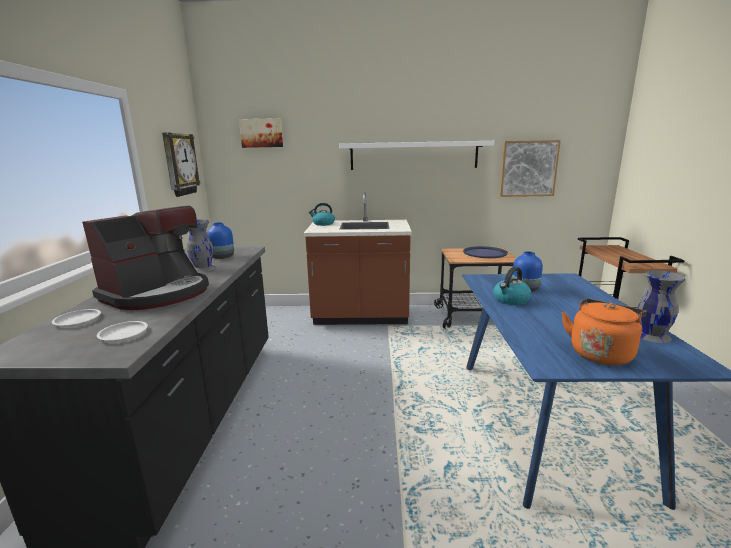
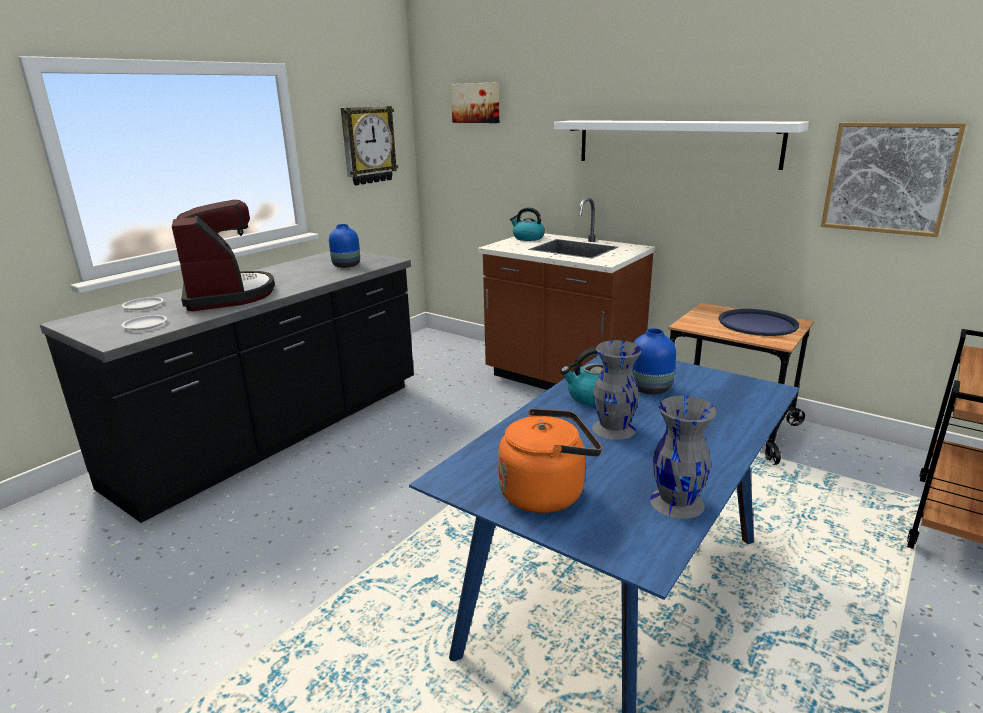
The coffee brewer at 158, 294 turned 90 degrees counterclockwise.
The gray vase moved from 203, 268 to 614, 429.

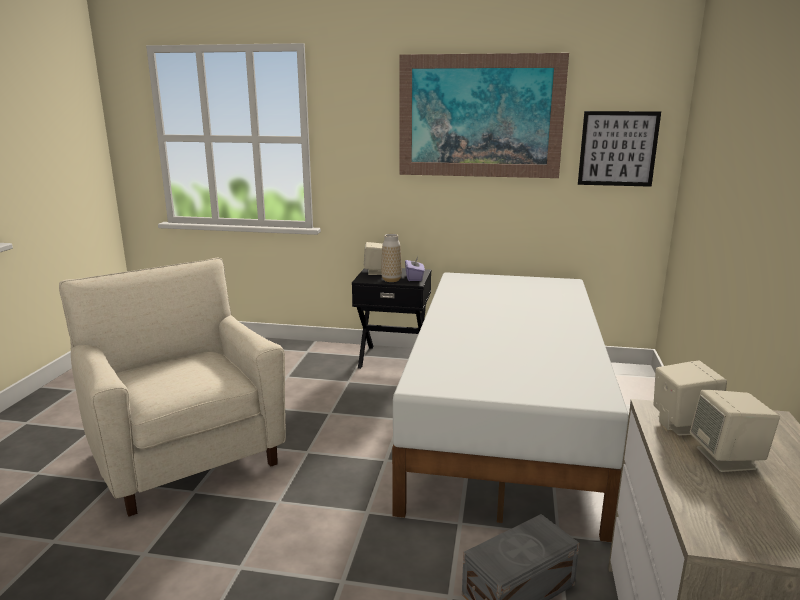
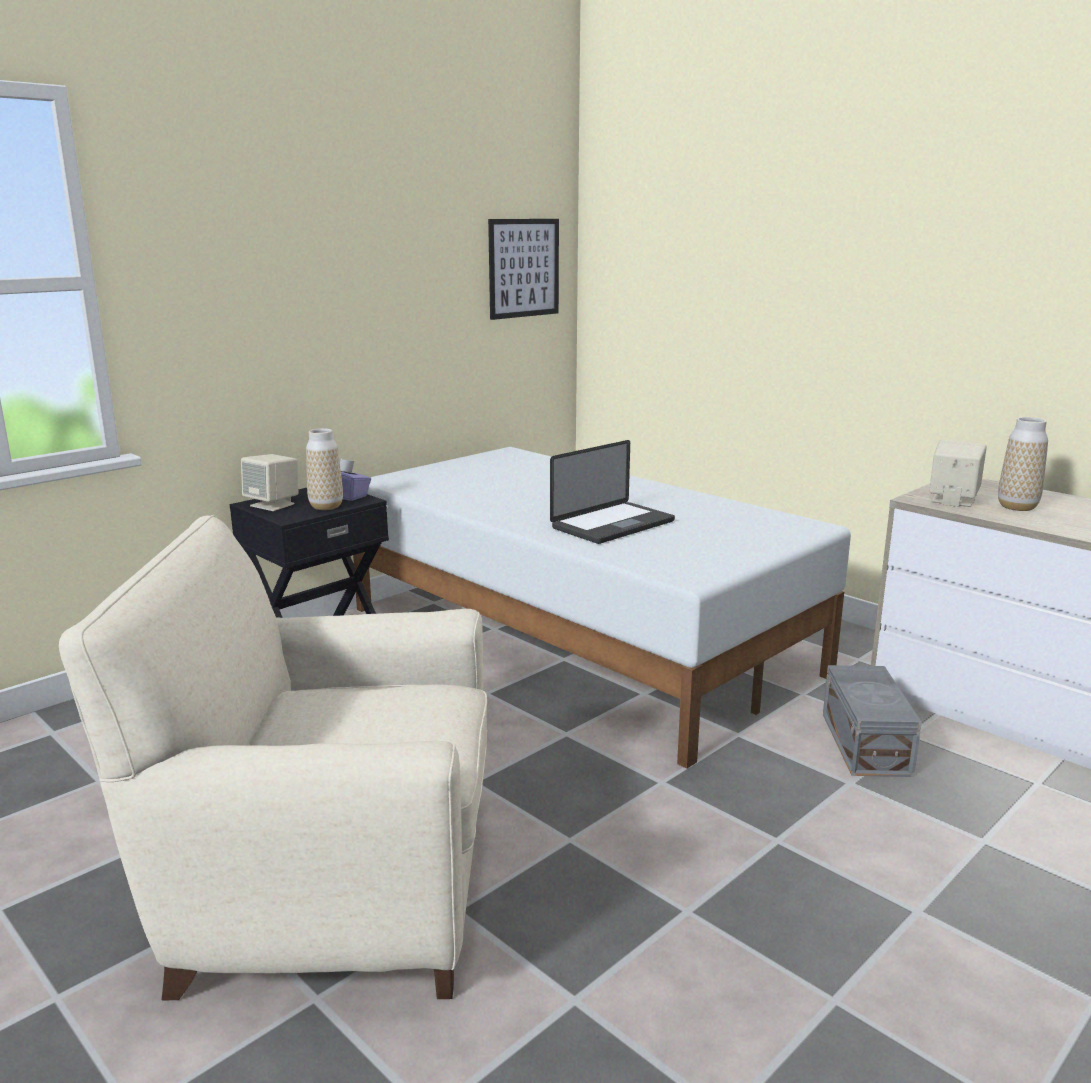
The notebook computer at 613, 525 appeared.
The beige-coloured speaker at 727, 458 was replaced by the vase at 1017, 507.
The wall picture at 480, 116 disappeared.

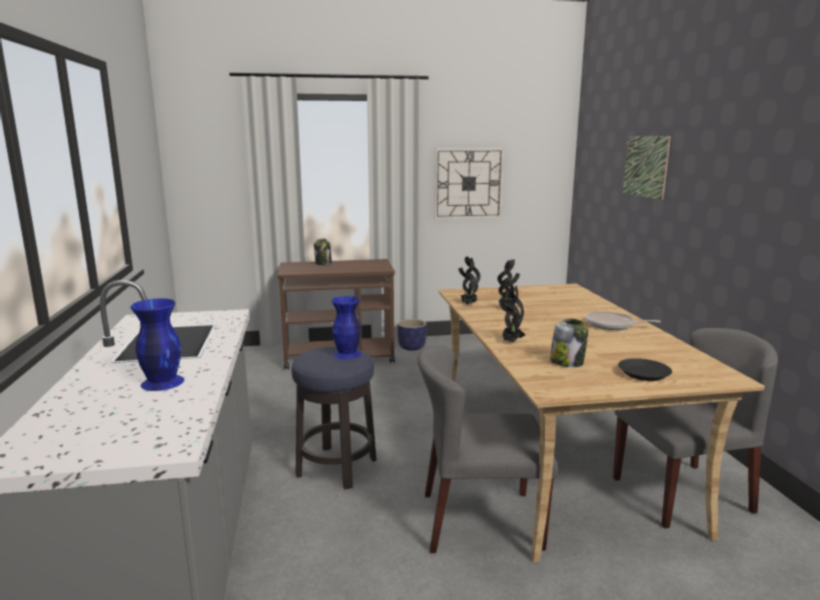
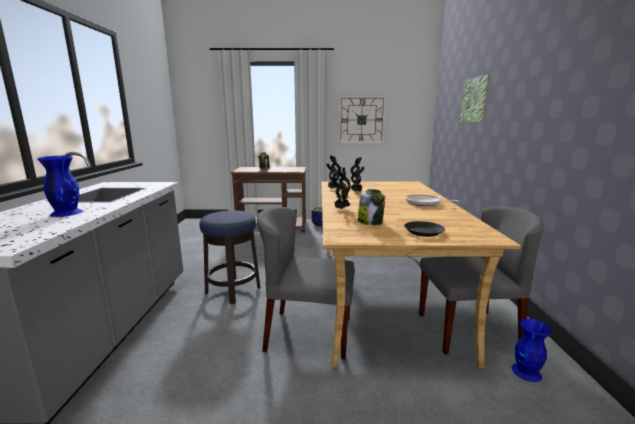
The blue-coloured vase moved from 347, 354 to 526, 372.

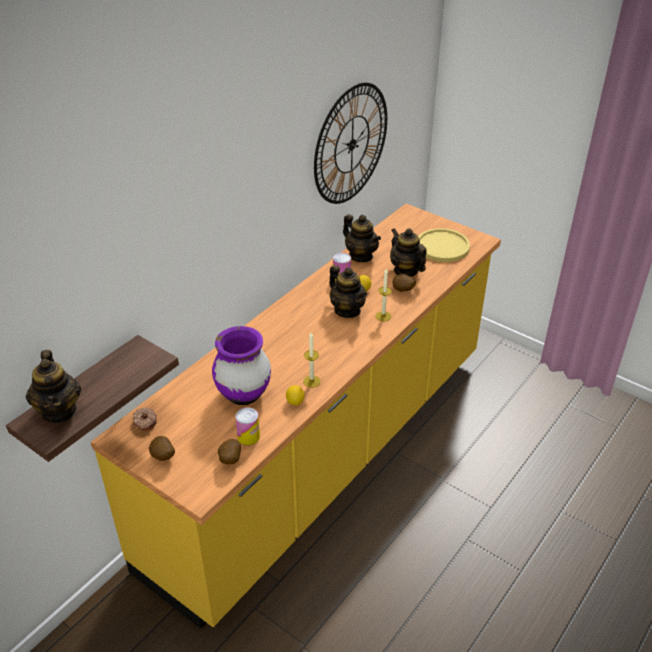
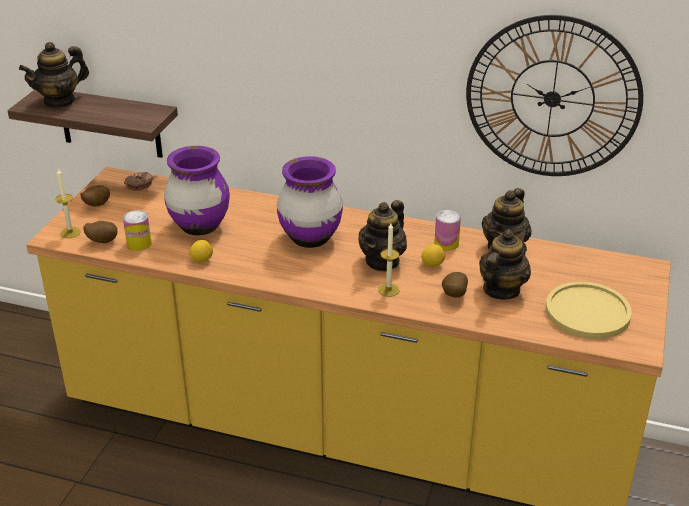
The wax light moved from 311, 381 to 70, 232.
The purple vase at 310, 238 appeared.

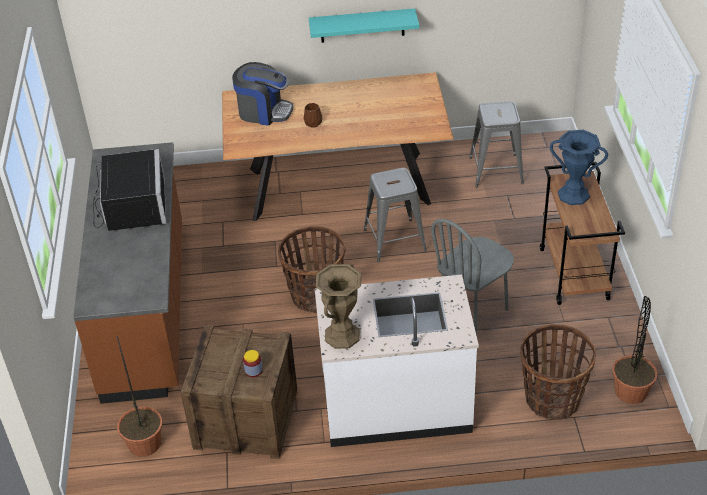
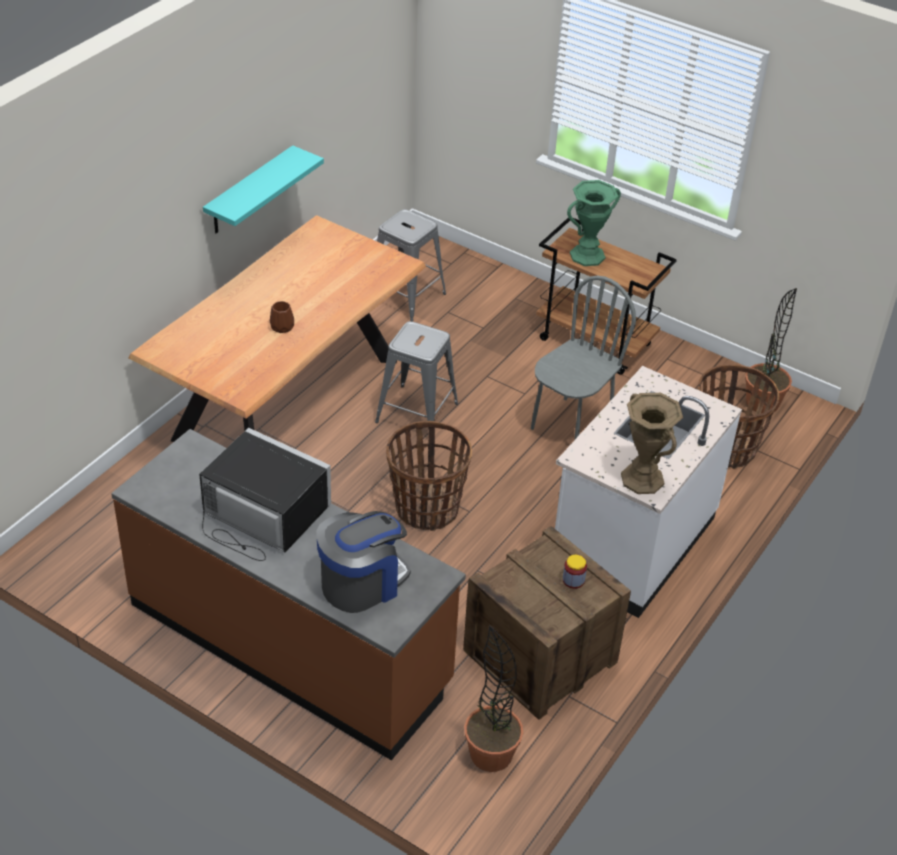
The coffee brewer moved from 264, 112 to 362, 582.
The gray plain chair at 473, 311 turned 135 degrees counterclockwise.
The blue-coloured vase at 573, 195 became the green-coloured vase at 587, 256.

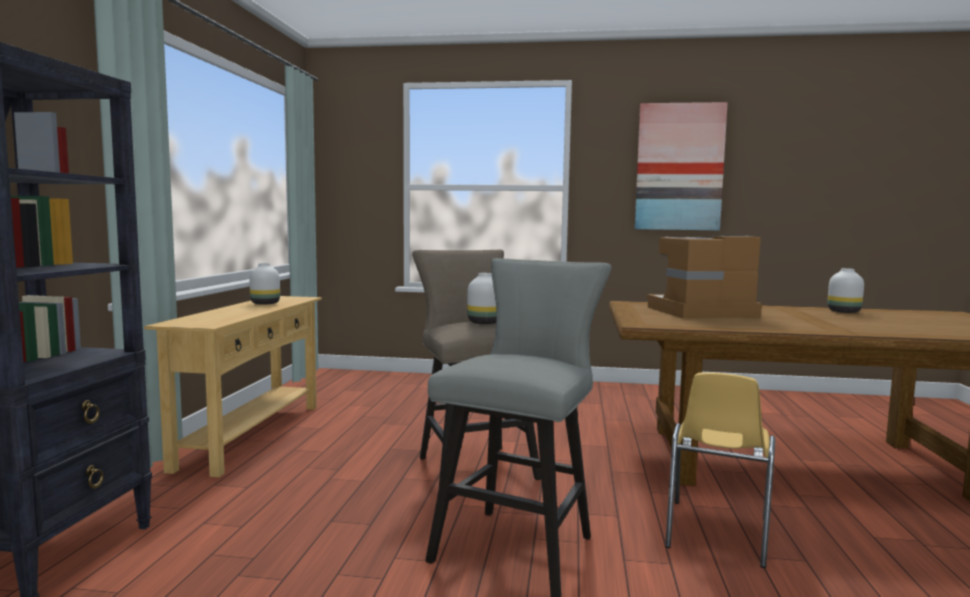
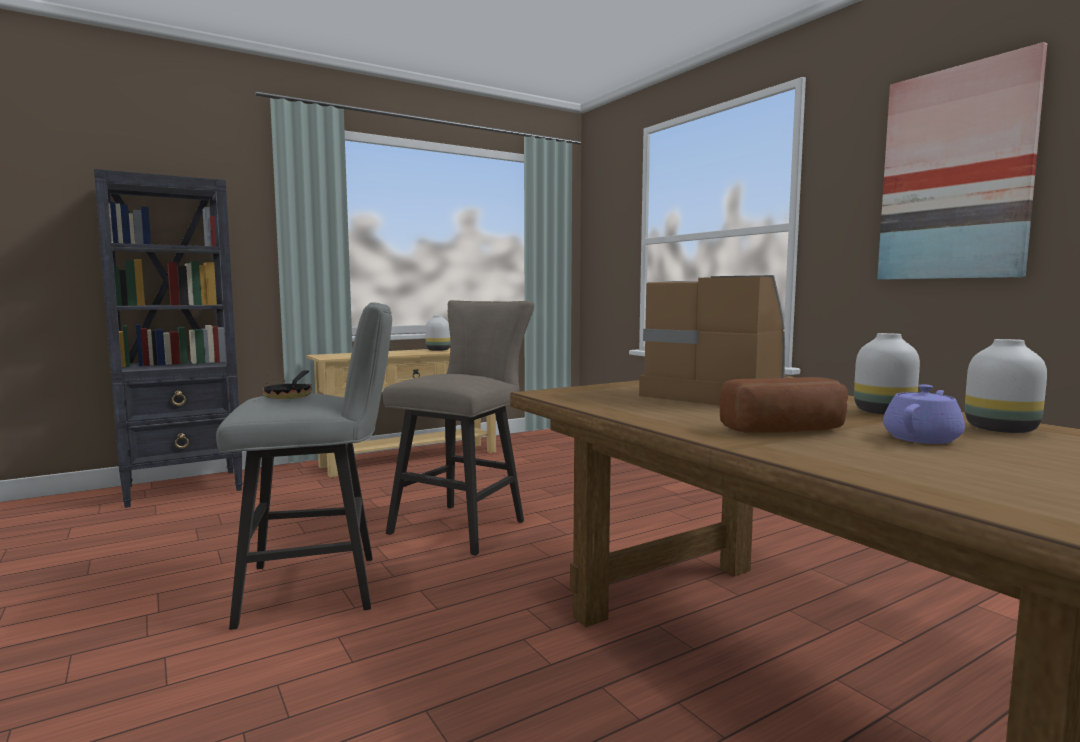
The pan at 291, 395 appeared.
The bread at 788, 431 appeared.
The white-coloured vase moved from 483, 323 to 882, 412.
The purple teapot at 922, 438 appeared.
The yellowish plain chair at 716, 533 disappeared.

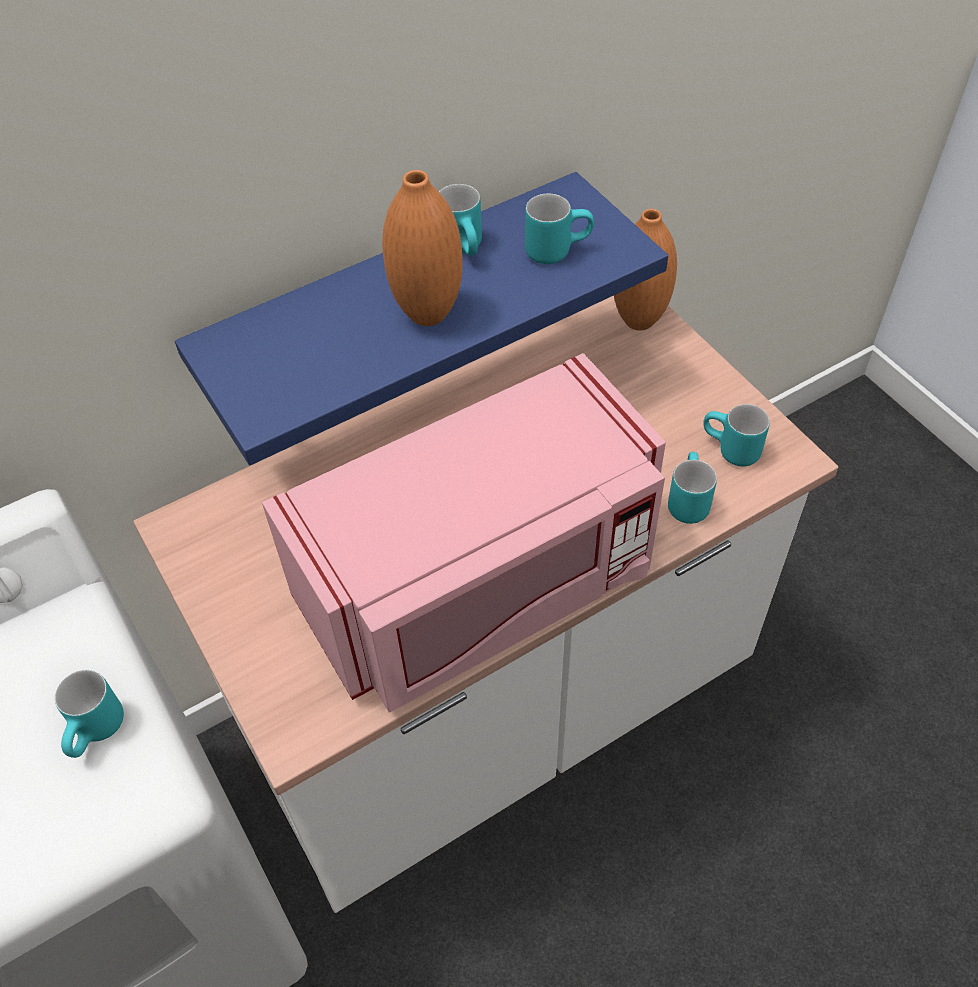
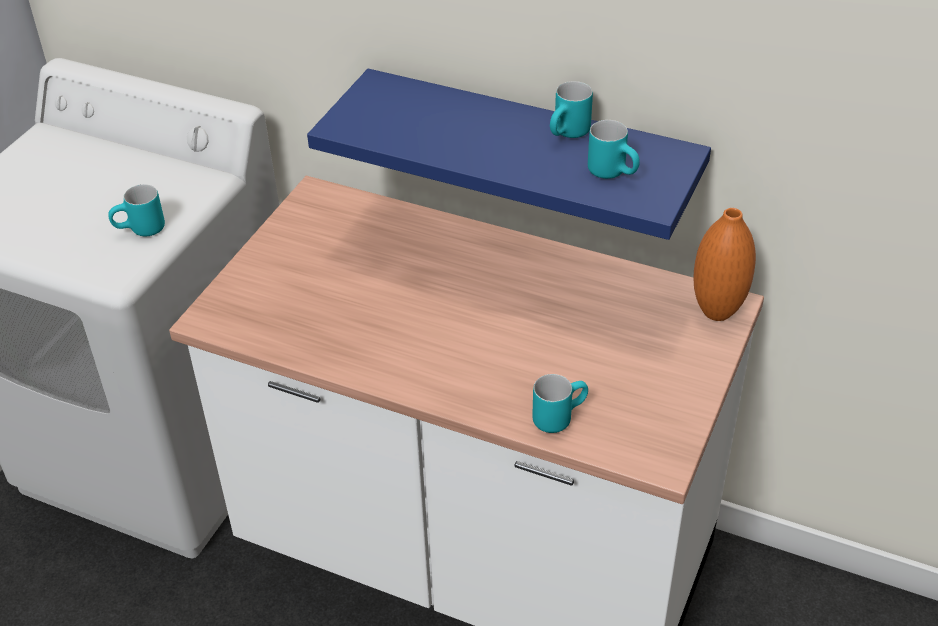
The pink-coloured microwave at 480, 585 disappeared.
The orange vase at 428, 314 disappeared.
The blue-green mug at 729, 451 disappeared.

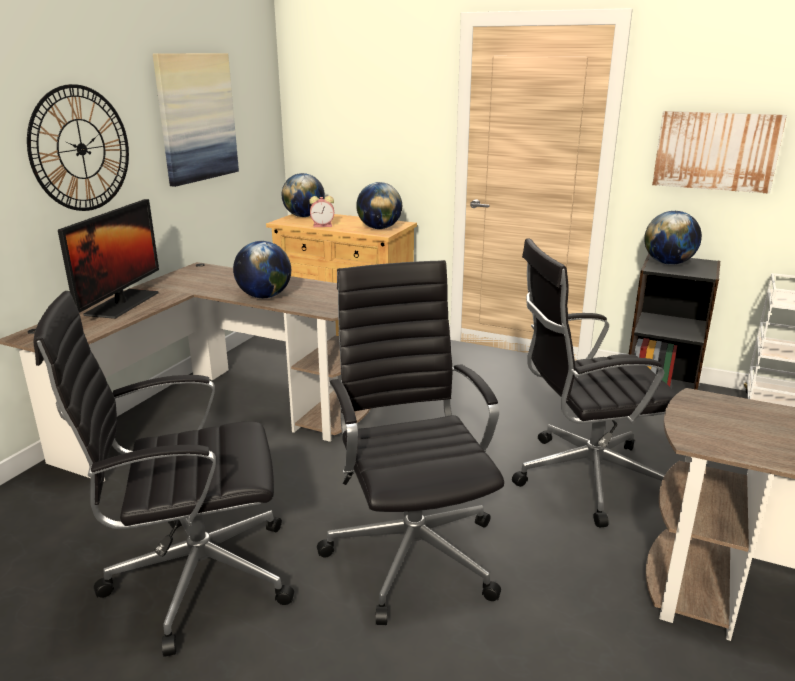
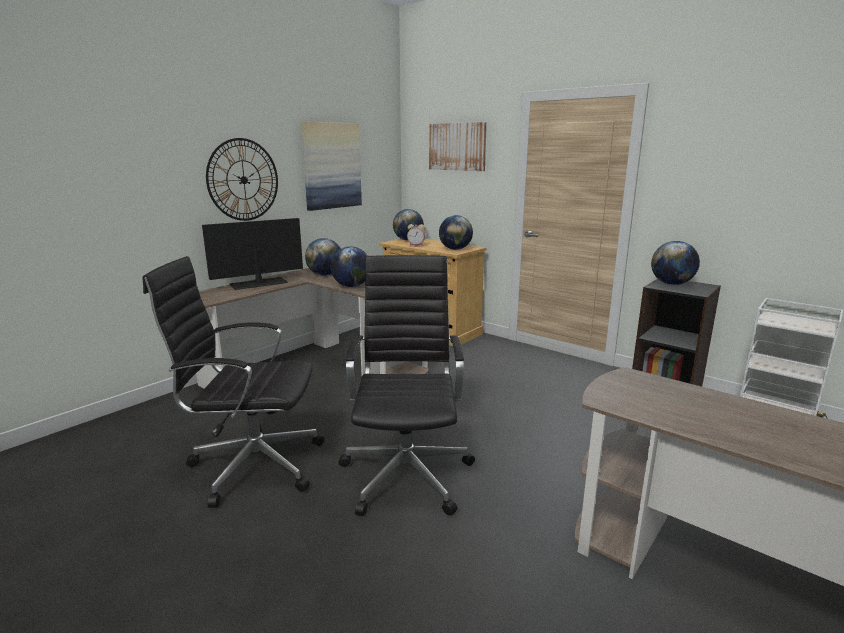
The computer display at 122, 303 turned 150 degrees counterclockwise.
The world globe at 325, 275 appeared.
The wall picture moved from 716, 151 to 457, 147.
The black desk chair at 584, 477 disappeared.

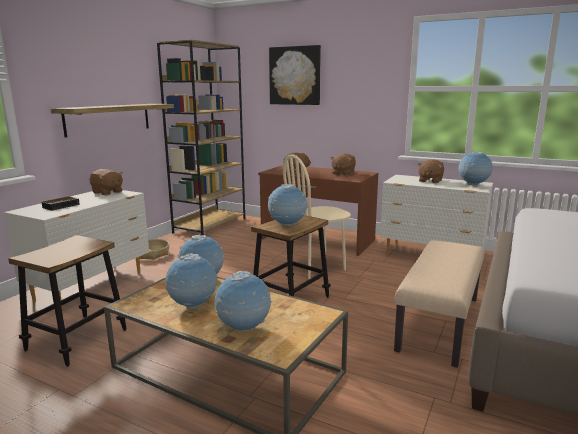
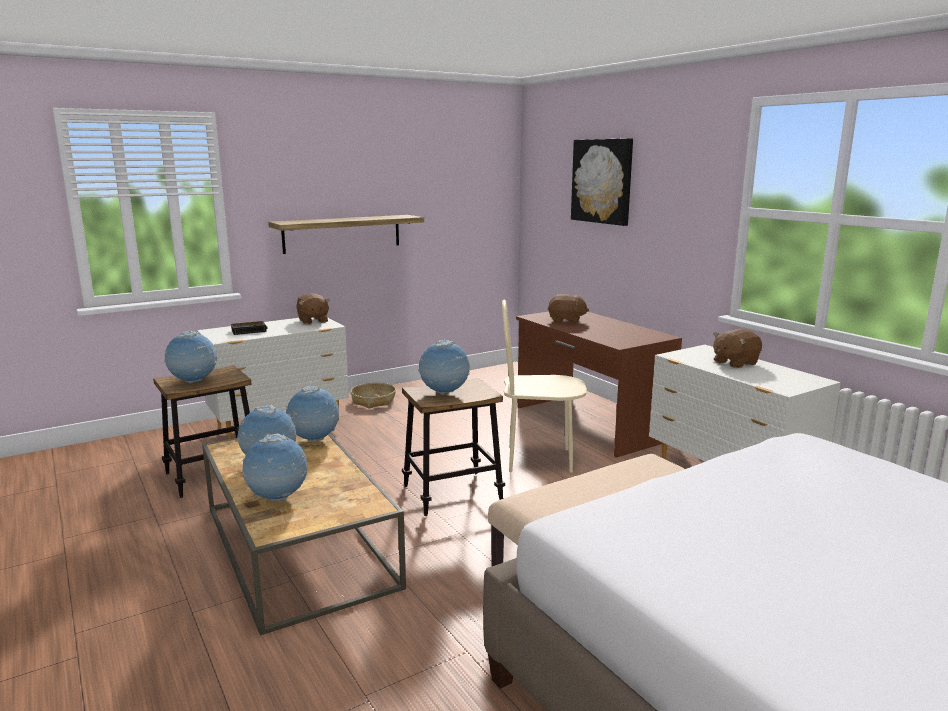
The world globe moved from 473, 185 to 194, 382.
The brown bookcase at 210, 225 disappeared.
The brown plush toy at 343, 173 disappeared.

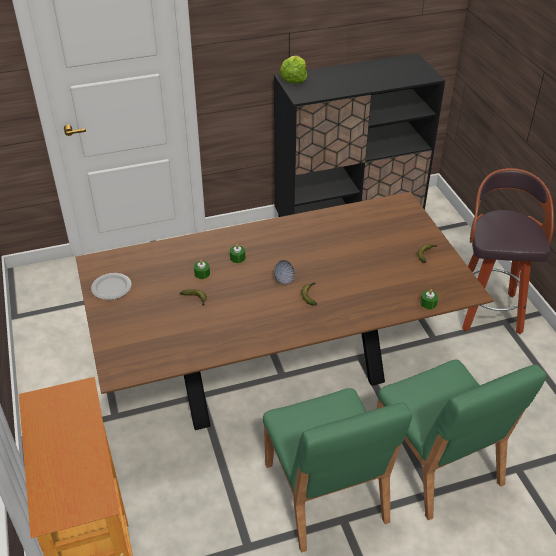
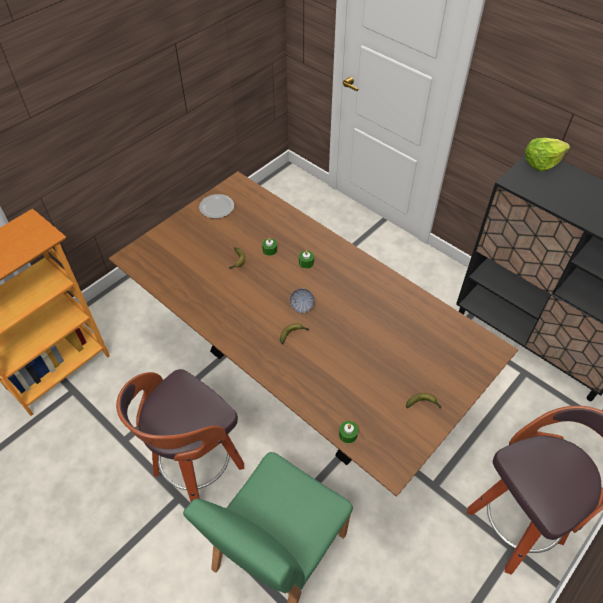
The green-coloured plain chair at 325, 494 was replaced by the stool seat at 197, 472.

